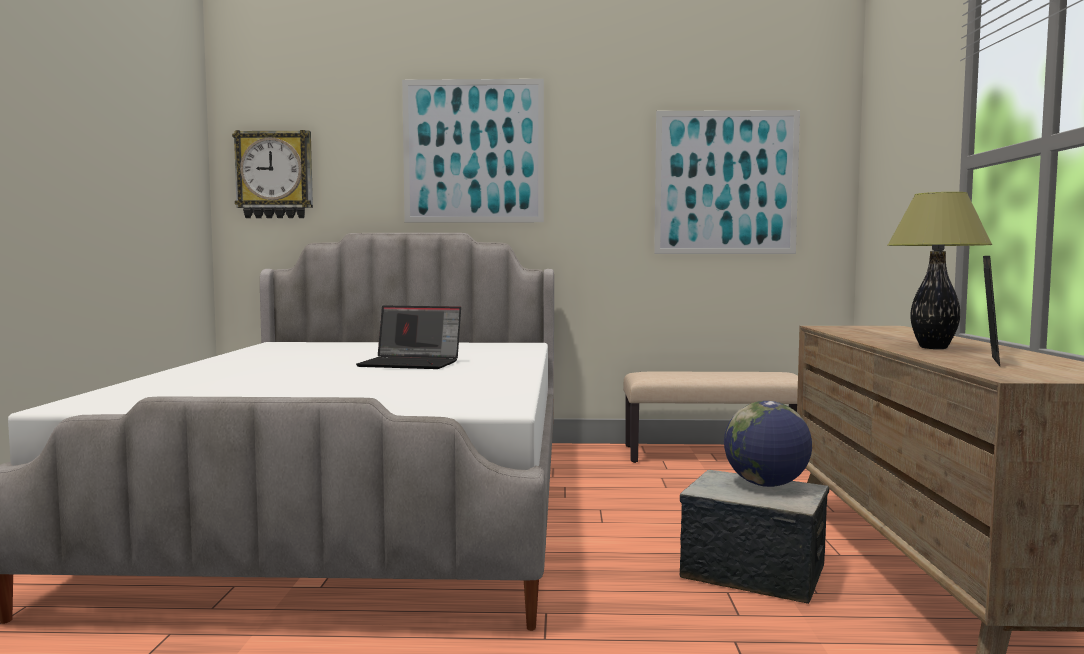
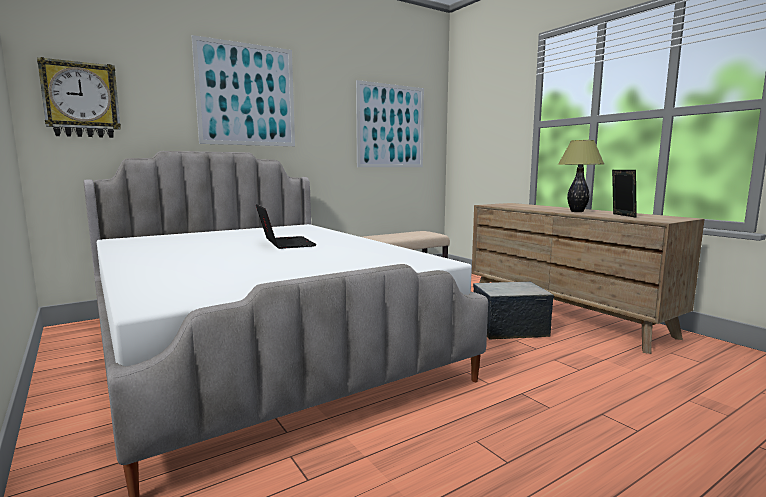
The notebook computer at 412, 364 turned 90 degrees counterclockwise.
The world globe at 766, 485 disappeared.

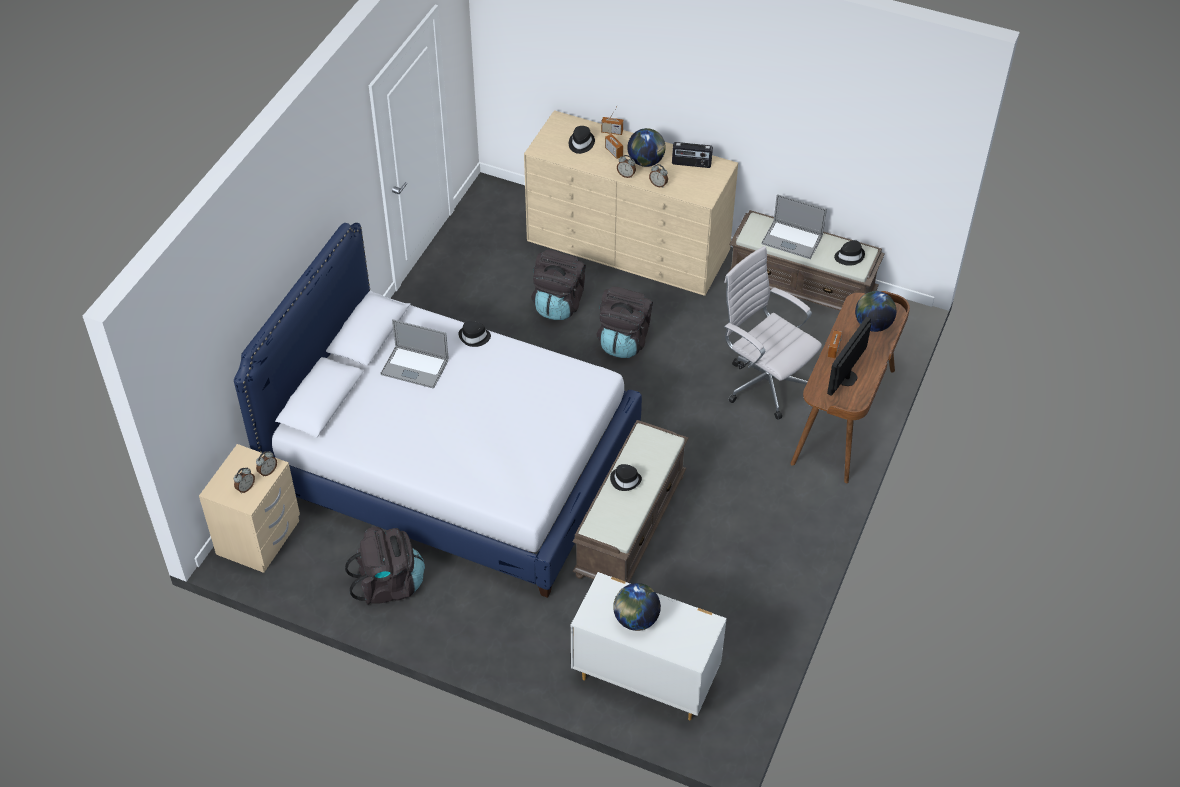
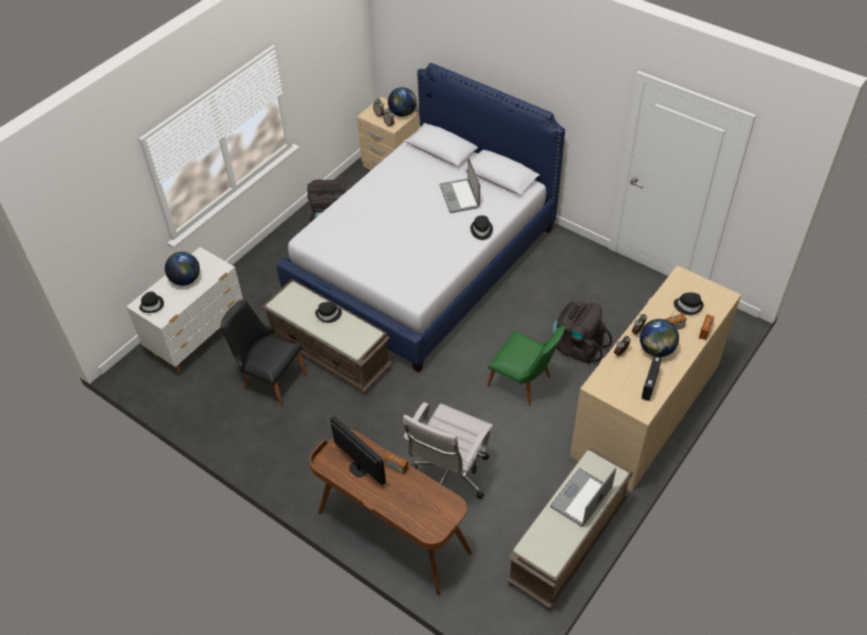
The black hat moved from 849, 256 to 152, 305.
The black plain chair at 270, 379 appeared.
The world globe moved from 872, 325 to 403, 113.
The white-coloured desk chair at 763, 383 turned 150 degrees clockwise.
The notebook computer at 414, 367 turned 45 degrees counterclockwise.
The black rucksack at 624, 341 was replaced by the green-coloured plain chair at 524, 384.

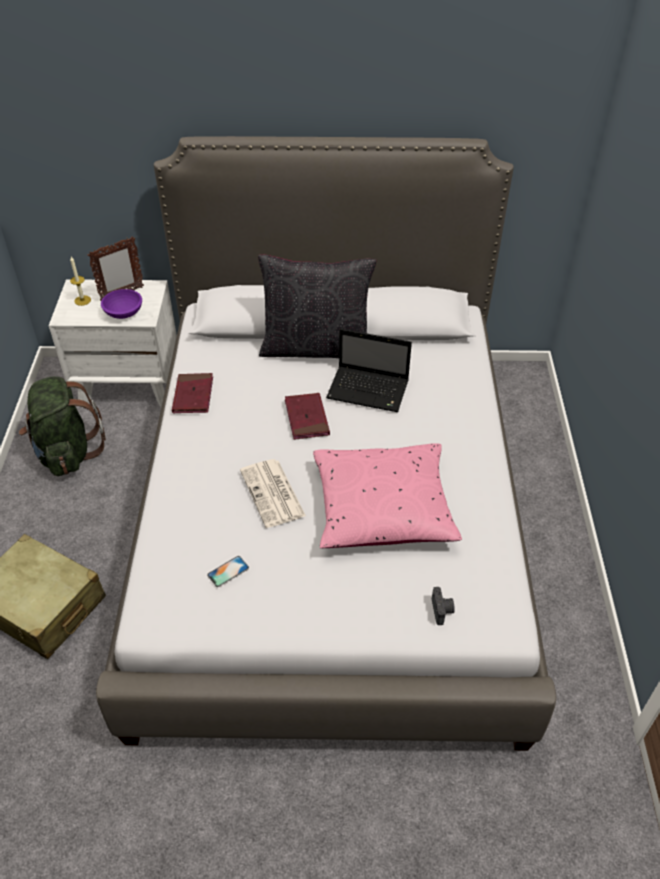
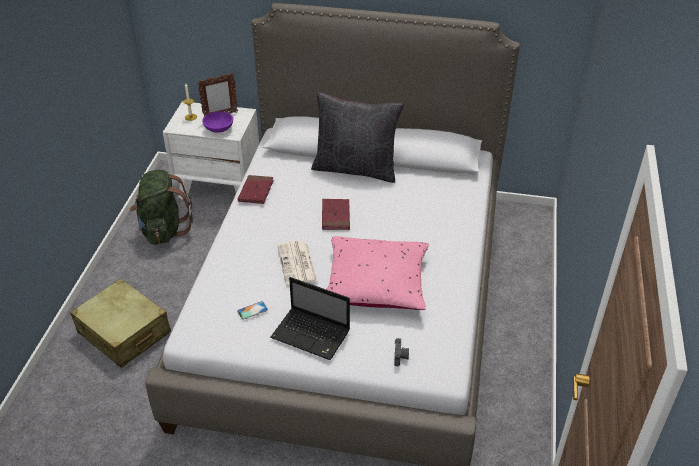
The notebook computer moved from 369, 390 to 312, 335.

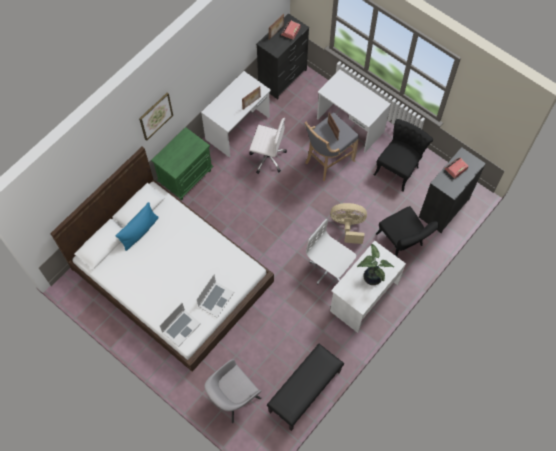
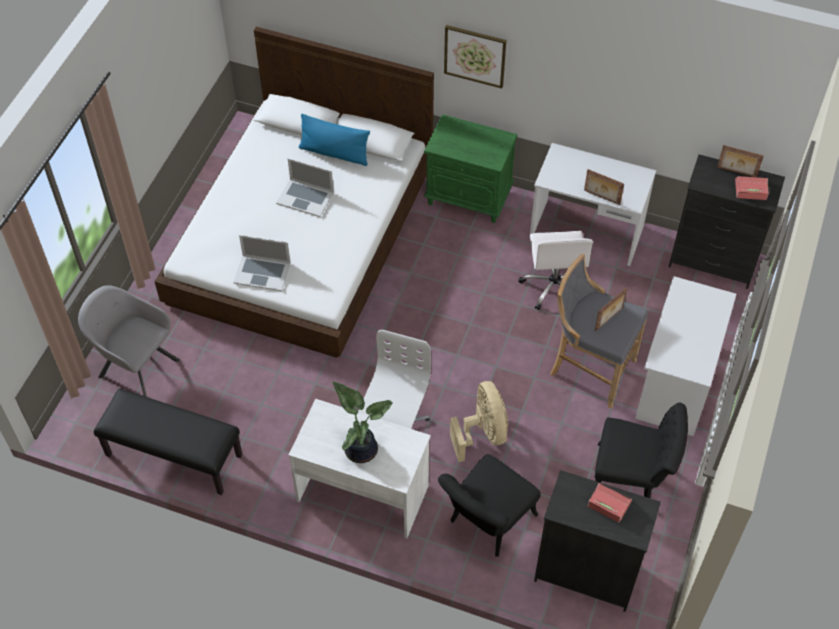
The notebook computer moved from 181, 327 to 305, 197.

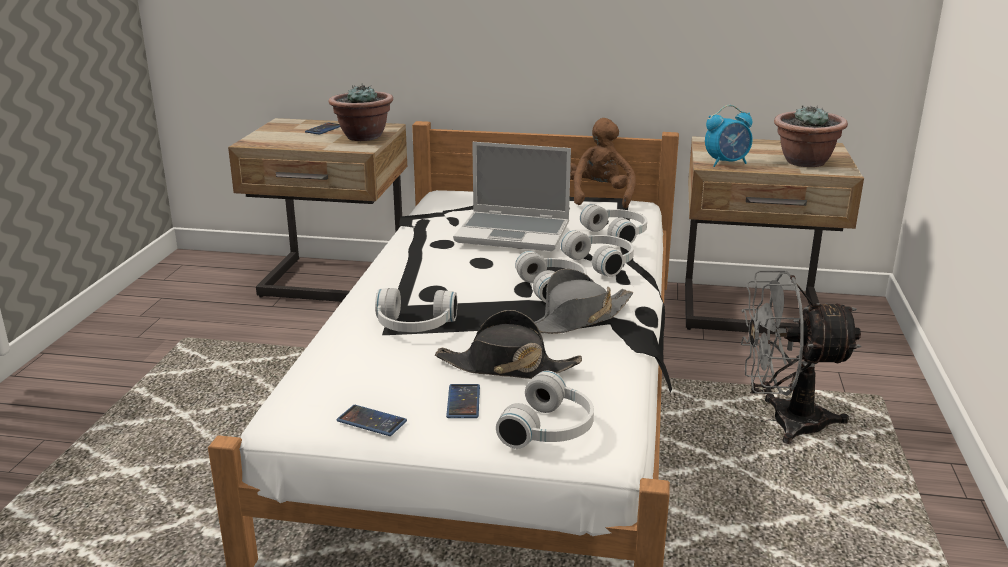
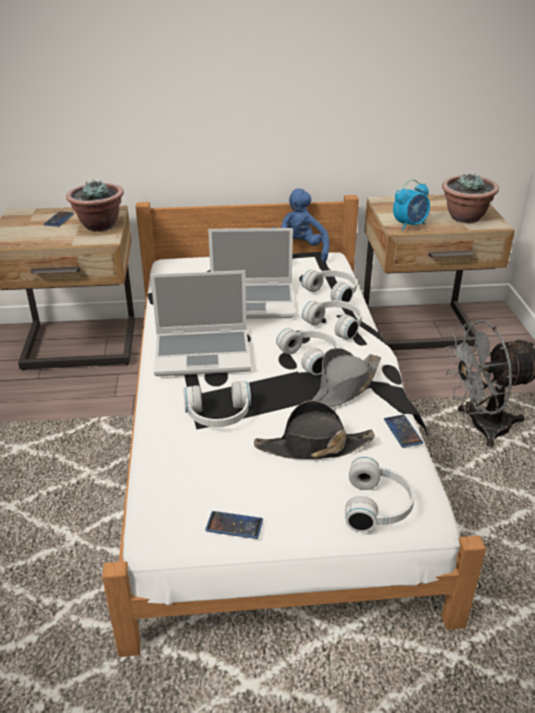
The notebook computer at 204, 353 appeared.
The brown plush toy at 599, 196 became the blue-coloured plush toy at 298, 252.
The phone moved from 463, 402 to 403, 431.

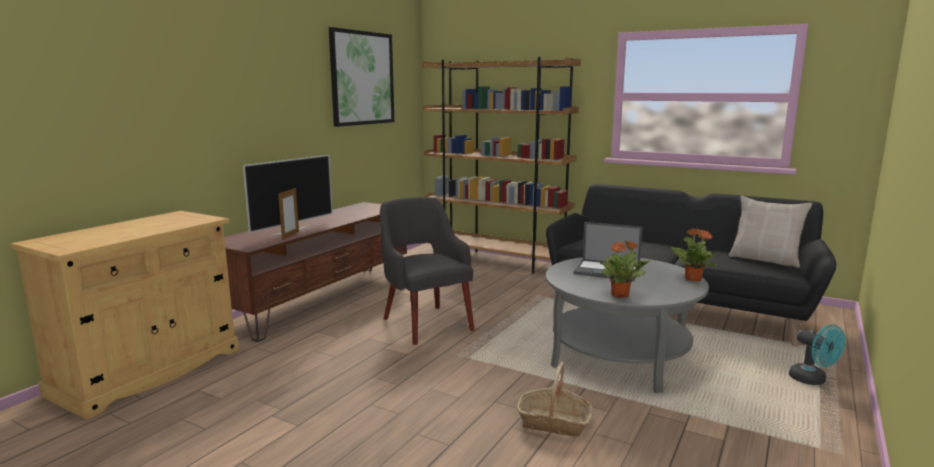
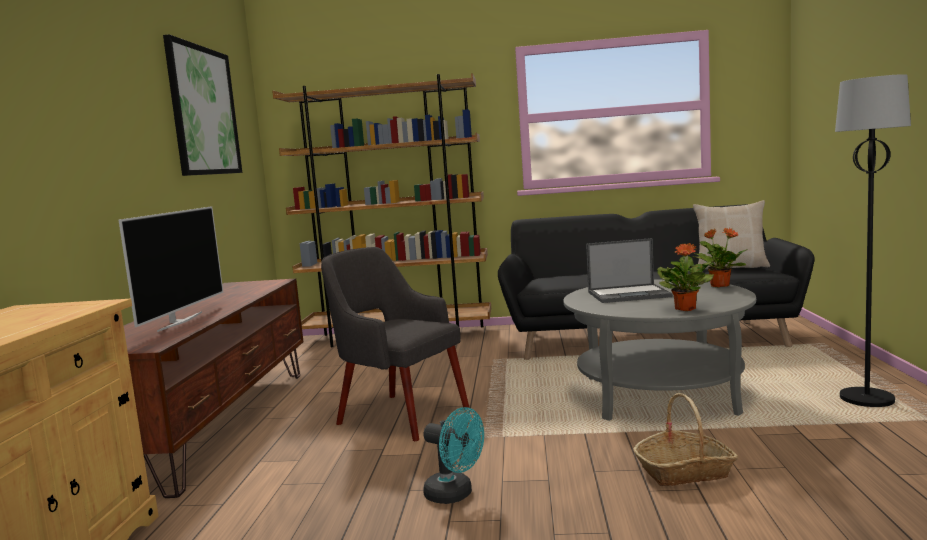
The blue-green fan moved from 812, 380 to 455, 495.
The black standing lamp at 867, 399 appeared.
The picture frame at 290, 236 disappeared.

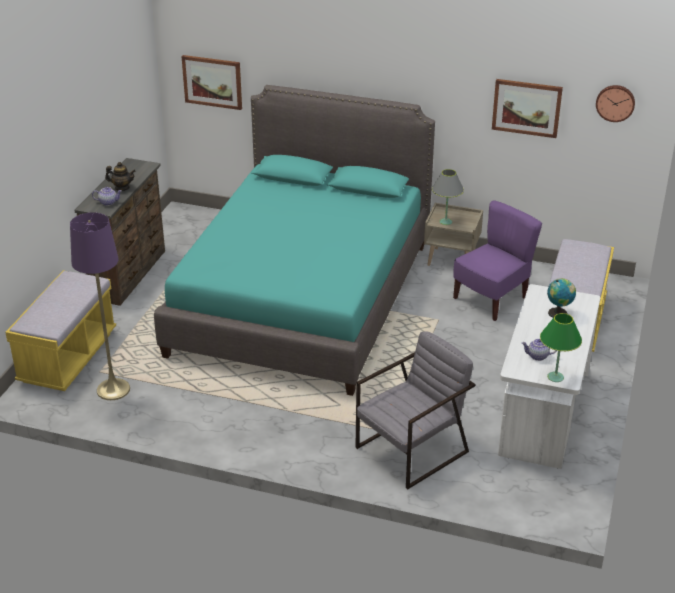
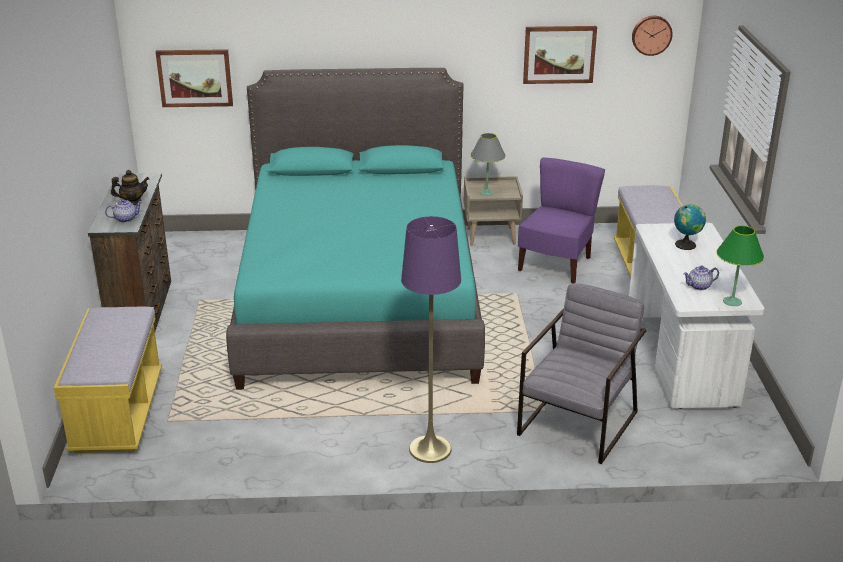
The purple standing lamp moved from 113, 389 to 430, 449.

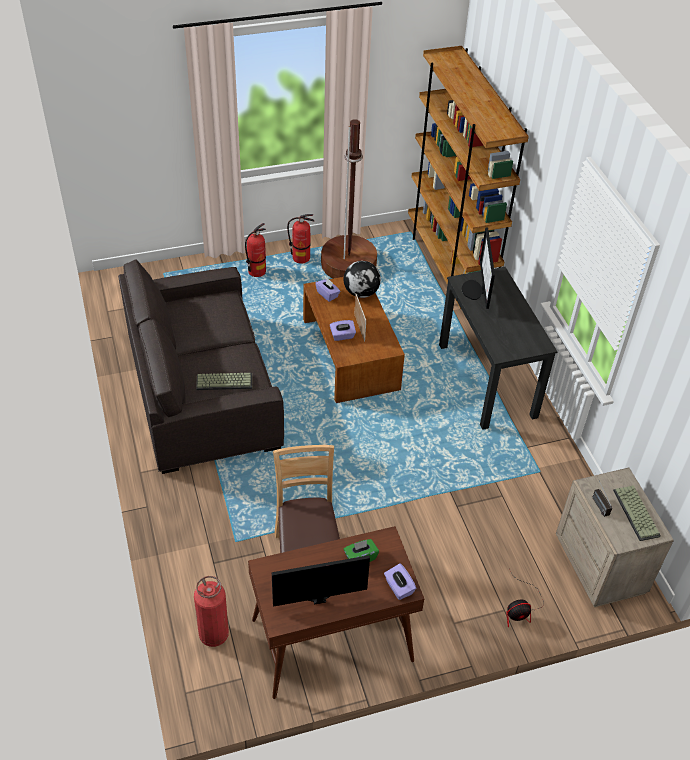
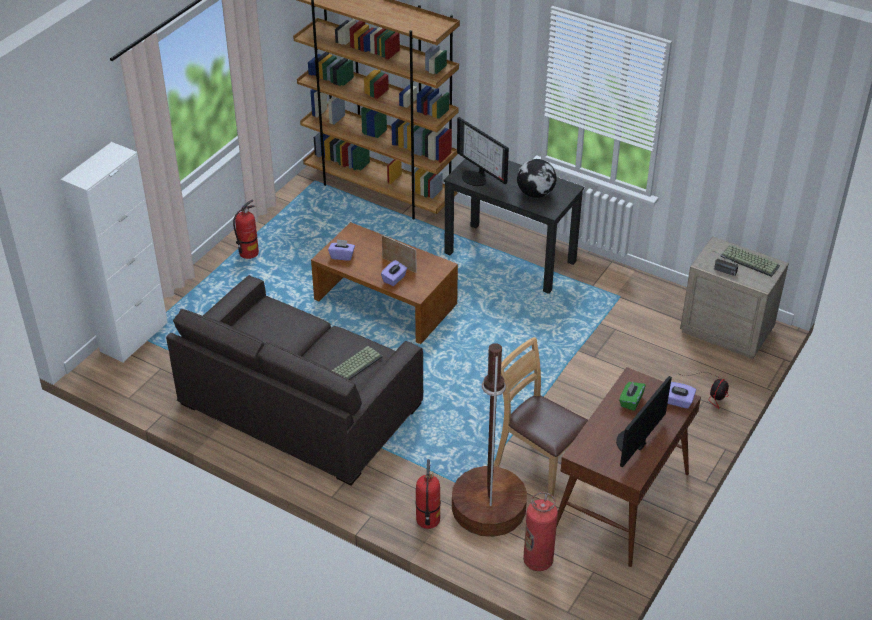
The white-coloured storage cabinet at 134, 337 appeared.
The fire-fighting cylinder moved from 257, 271 to 427, 520.
The brown standing lamp moved from 348, 264 to 488, 507.
The world globe moved from 361, 293 to 536, 193.

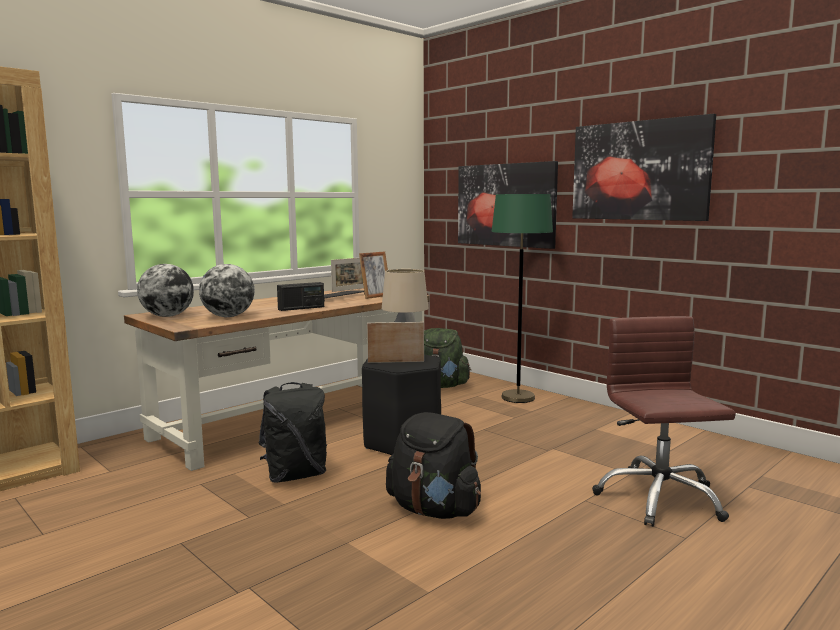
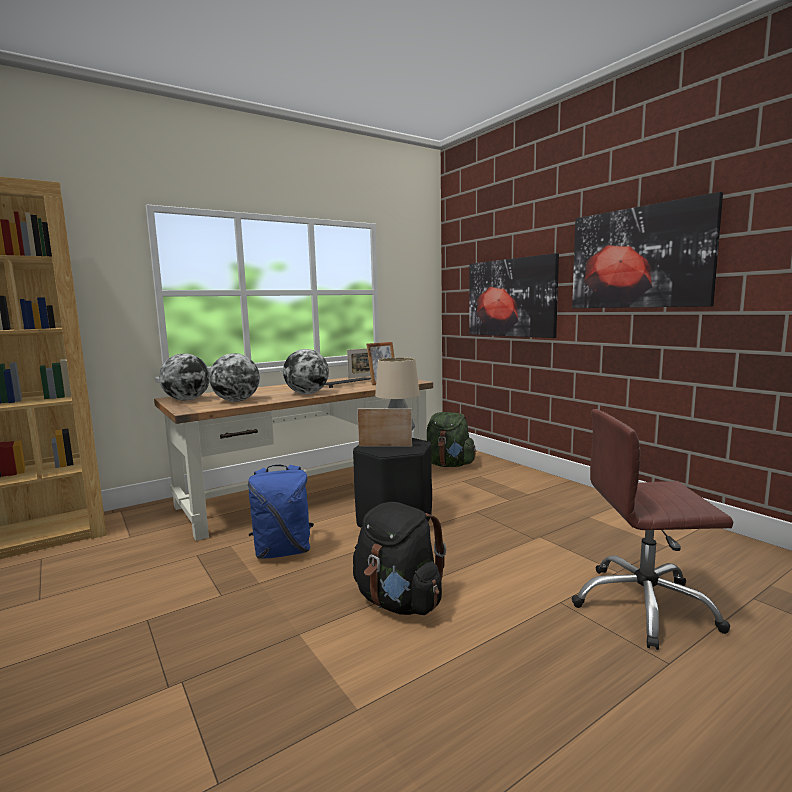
The black rucksack at 295, 475 became the blue-coloured rucksack at 283, 551.
The radio receiver at 301, 308 was replaced by the world globe at 307, 393.
The brown desk chair at 658, 498 turned 90 degrees counterclockwise.
The green-coloured standing lamp at 518, 398 disappeared.

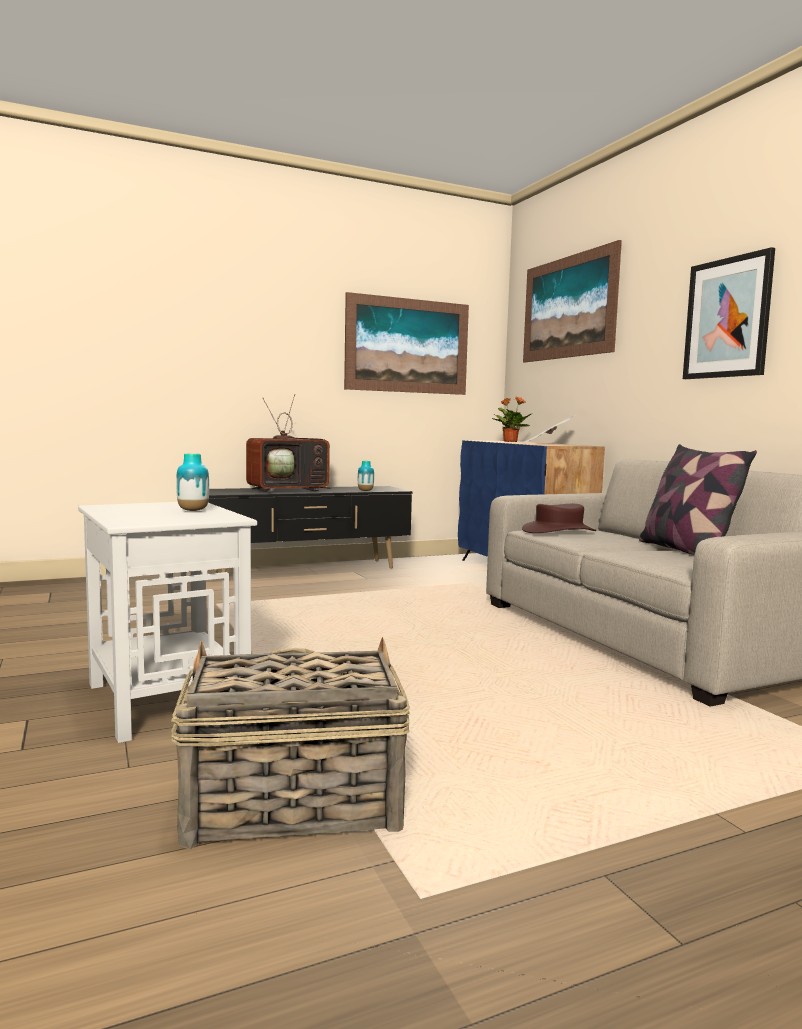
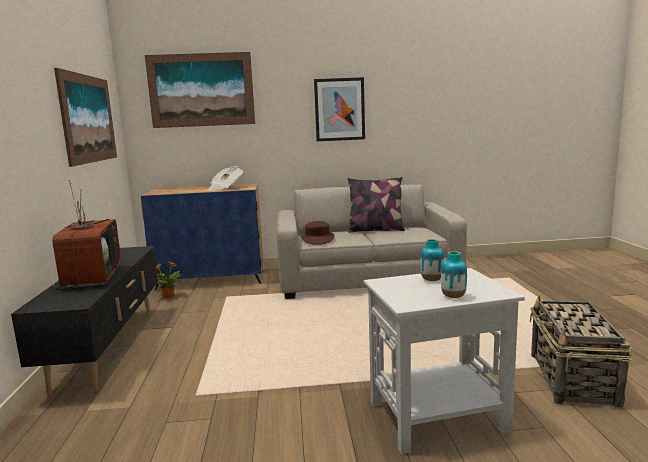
The plant in a pot moved from 510, 441 to 168, 296.
The vase moved from 365, 491 to 453, 296.

